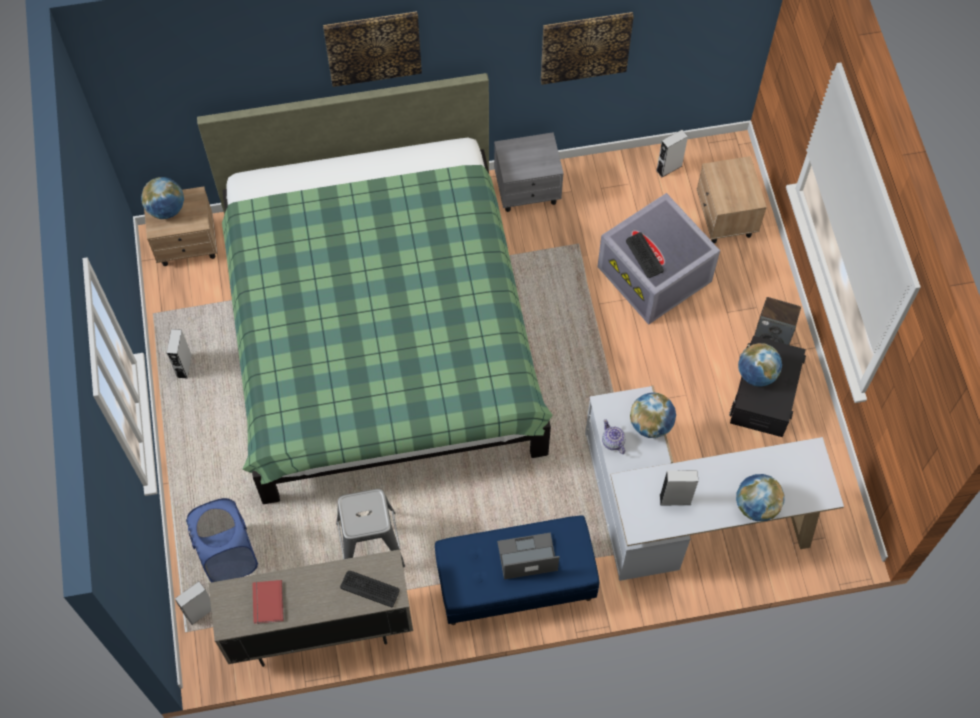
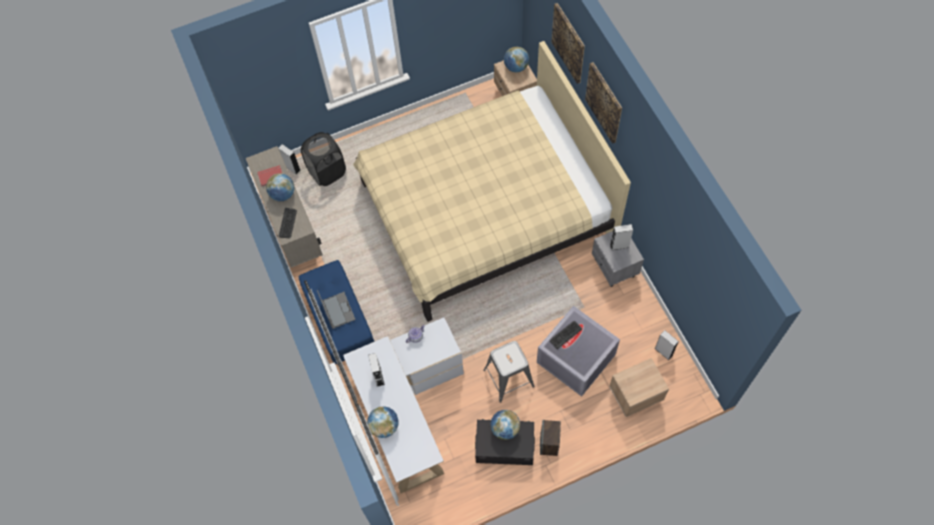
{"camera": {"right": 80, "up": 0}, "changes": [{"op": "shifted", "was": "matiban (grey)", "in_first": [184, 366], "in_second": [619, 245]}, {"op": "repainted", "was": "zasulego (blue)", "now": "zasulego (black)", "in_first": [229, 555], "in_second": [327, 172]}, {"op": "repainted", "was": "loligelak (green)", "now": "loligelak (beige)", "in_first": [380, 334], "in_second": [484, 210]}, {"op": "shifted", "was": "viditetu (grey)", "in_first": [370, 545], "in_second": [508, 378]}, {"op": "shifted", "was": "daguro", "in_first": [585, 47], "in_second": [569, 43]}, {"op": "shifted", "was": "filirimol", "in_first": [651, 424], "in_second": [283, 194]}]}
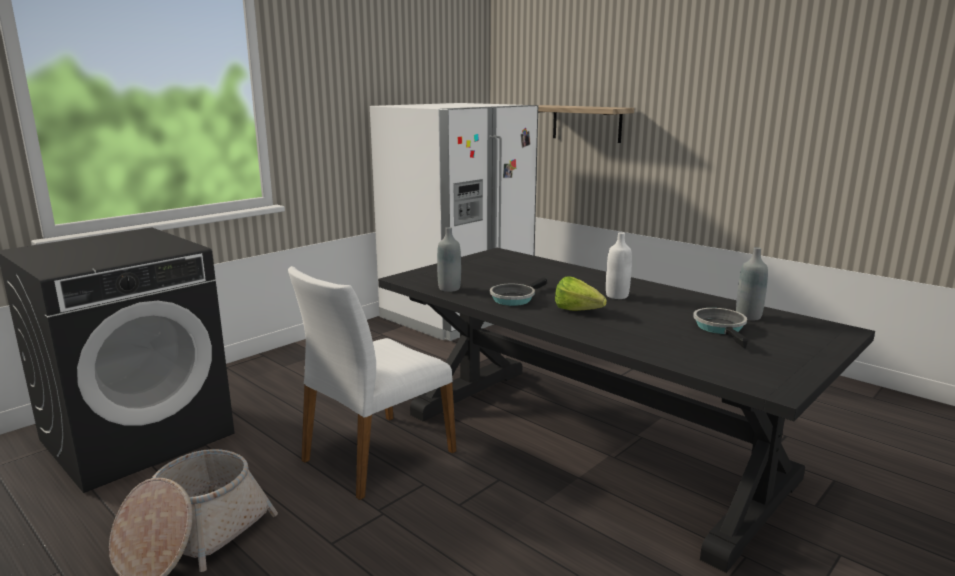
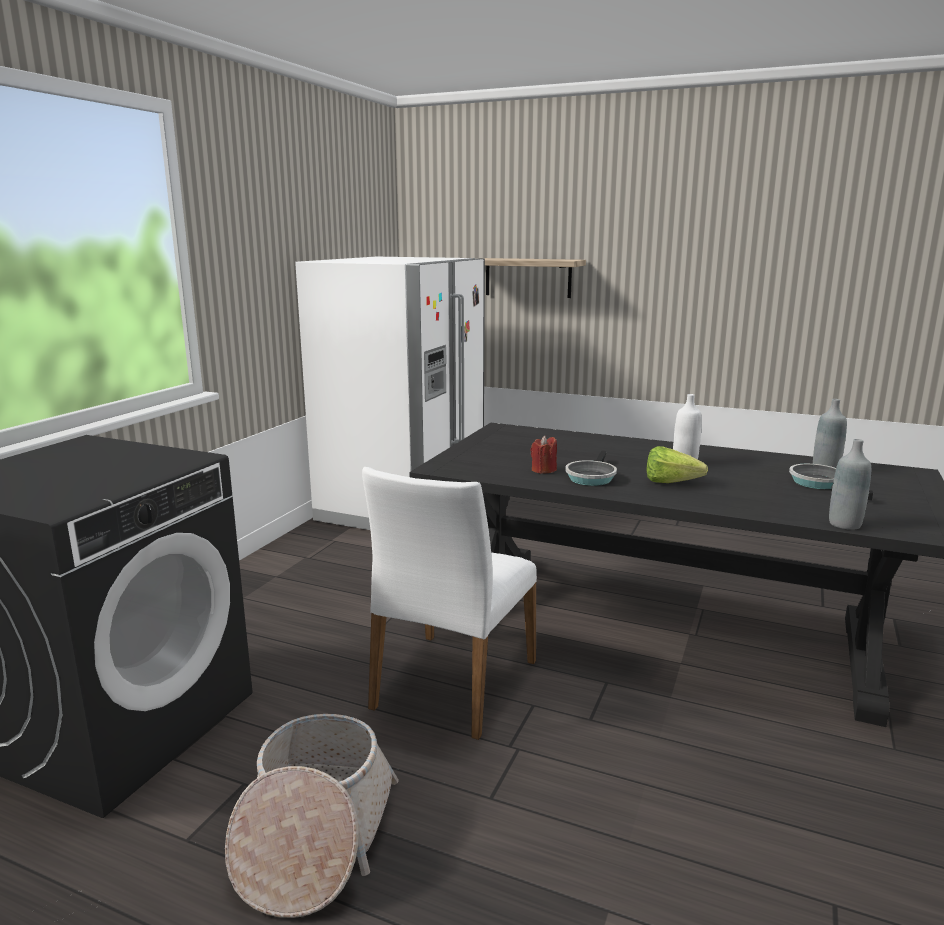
{"camera": {"right": -20, "up": 0}, "changes": [{"op": "shifted", "was": "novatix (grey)", "in_first": [449, 288], "in_second": [844, 524]}, {"op": "new", "now": "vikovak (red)", "in_second": [543, 470]}]}
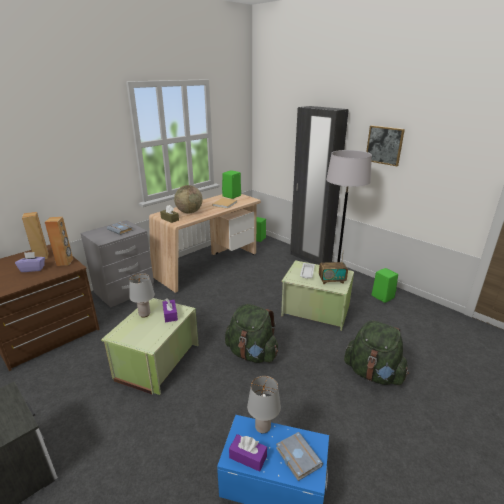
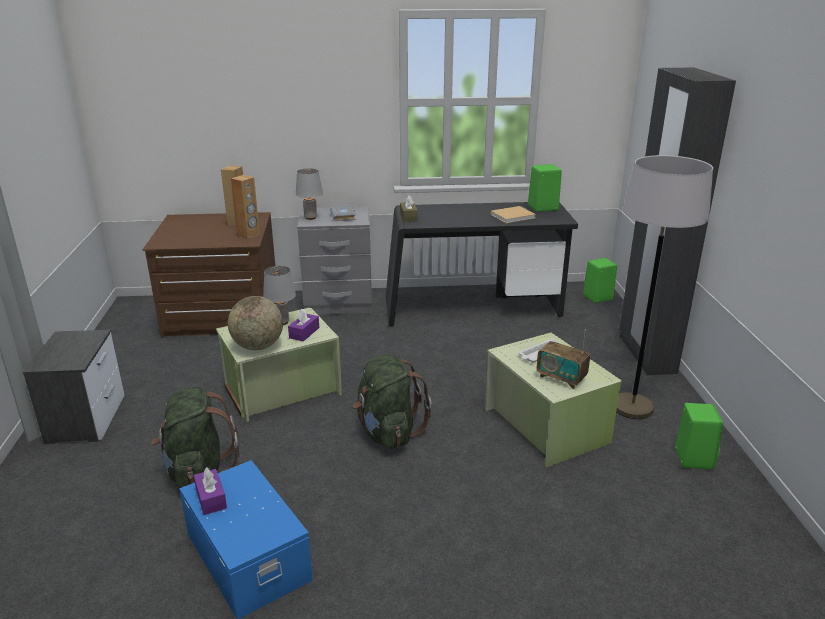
{"camera": {"right": 40, "up": 0}, "changes": [{"op": "gone", "was": "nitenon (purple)", "in_first": [33, 269]}, {"op": "repainted", "was": "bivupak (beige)", "now": "bivupak (black)", "in_first": [208, 265], "in_second": [473, 309]}, {"op": "shifted", "was": "filirimol", "in_first": [189, 212], "in_second": [258, 346]}, {"op": "shifted", "was": "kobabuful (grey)", "in_first": [263, 427], "in_second": [311, 217]}, {"op": "gone", "was": "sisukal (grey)", "in_first": [296, 457]}, {"op": "shifted", "was": "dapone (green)", "in_first": [373, 373], "in_second": [198, 470]}, {"op": "gone", "was": "daguro", "in_first": [384, 145]}]}
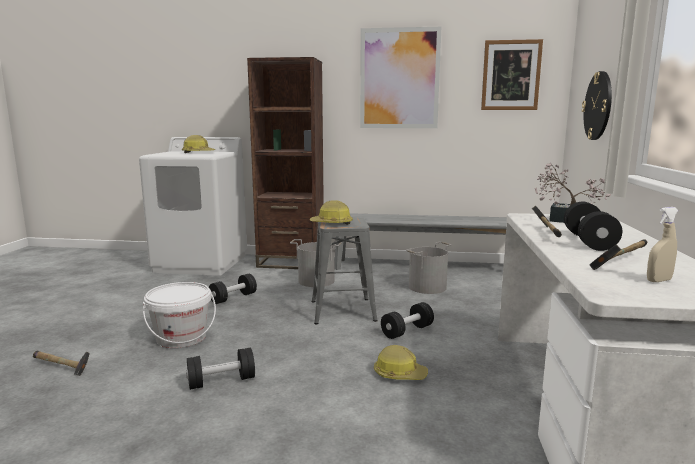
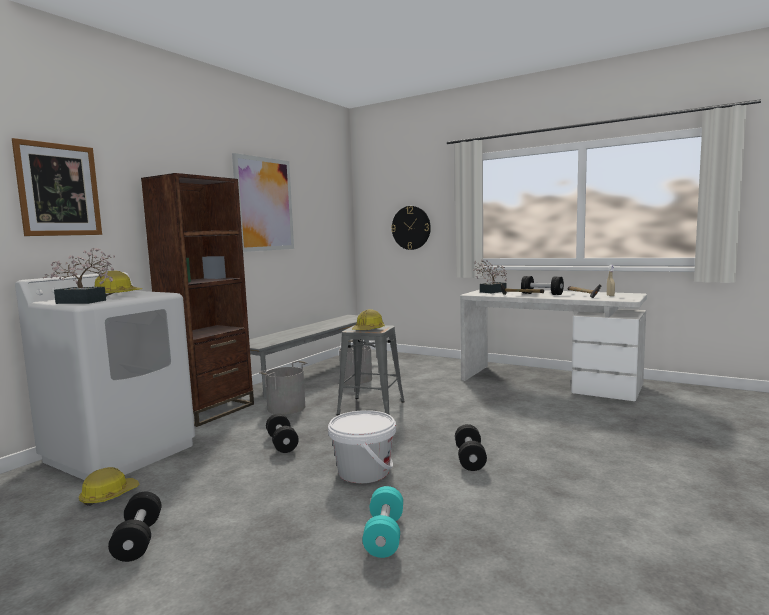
{"camera": {"right": -65, "up": -5}, "changes": [{"op": "swapped", "was": "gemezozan", "now": "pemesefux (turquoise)", "in_first": [61, 368], "in_second": [384, 535]}, {"op": "shifted", "was": "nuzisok", "in_first": [399, 374], "in_second": [109, 495]}, {"op": "shifted", "was": "pemesefux (black)", "in_first": [407, 331], "in_second": [138, 540]}, {"op": "shifted", "was": "daguro", "in_first": [511, 75], "in_second": [59, 190]}, {"op": "new", "now": "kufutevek", "in_second": [85, 302]}]}
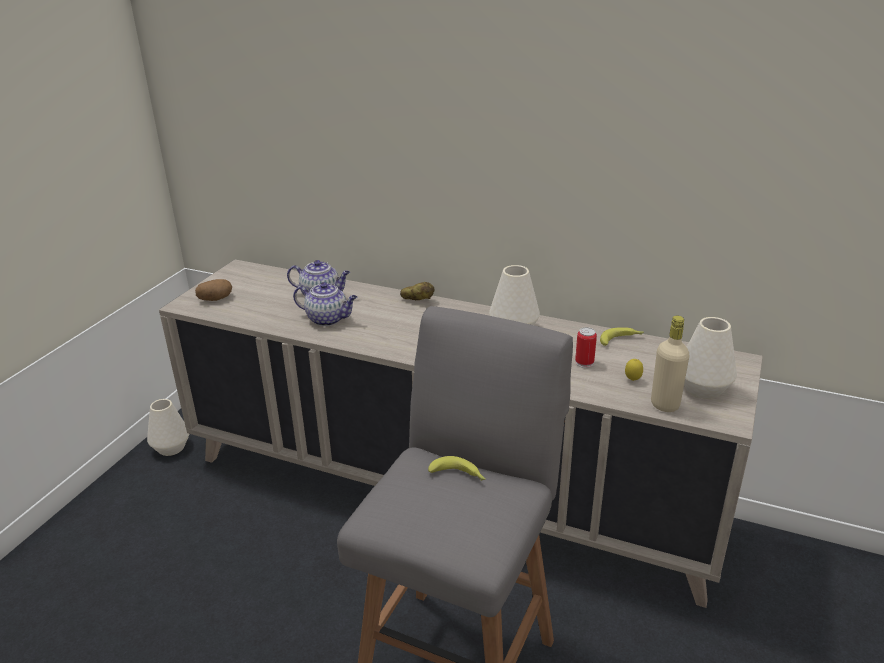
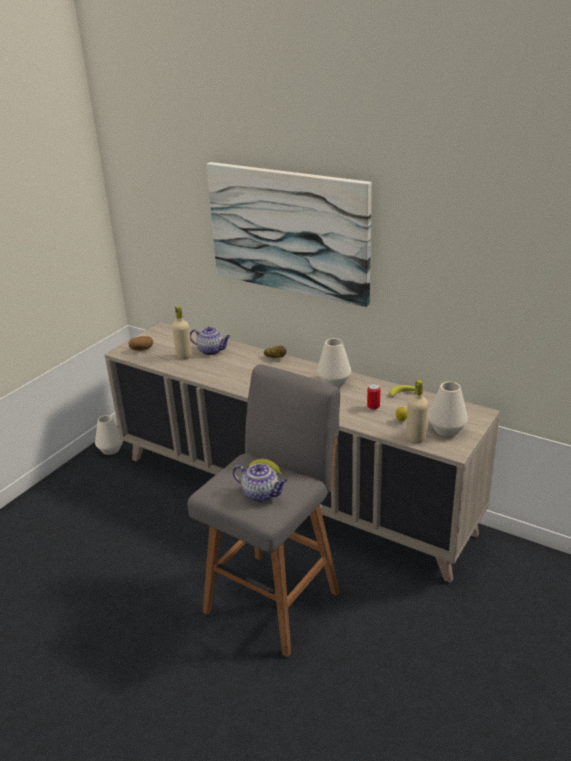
{"camera": {"right": 10, "up": 0}, "changes": [{"op": "shifted", "was": "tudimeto", "in_first": [328, 319], "in_second": [262, 494]}, {"op": "new", "now": "novatix (beige)", "in_second": [184, 356]}, {"op": "new", "now": "daguro", "in_second": [288, 231]}]}
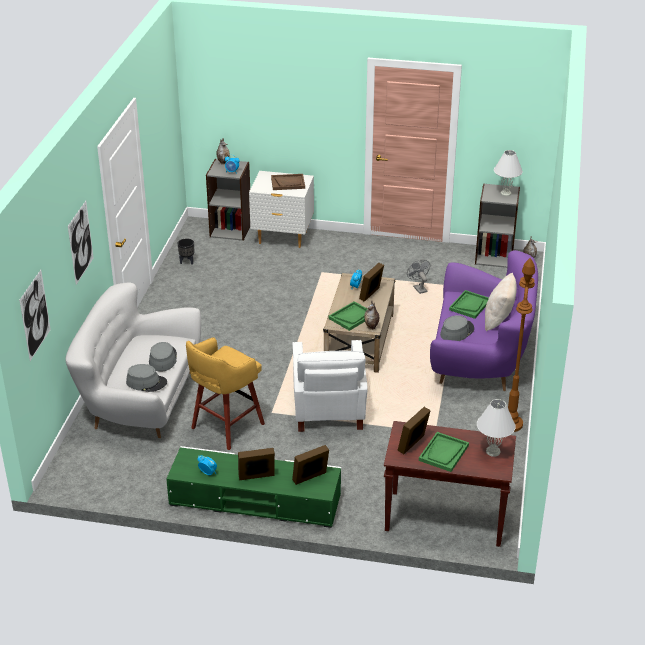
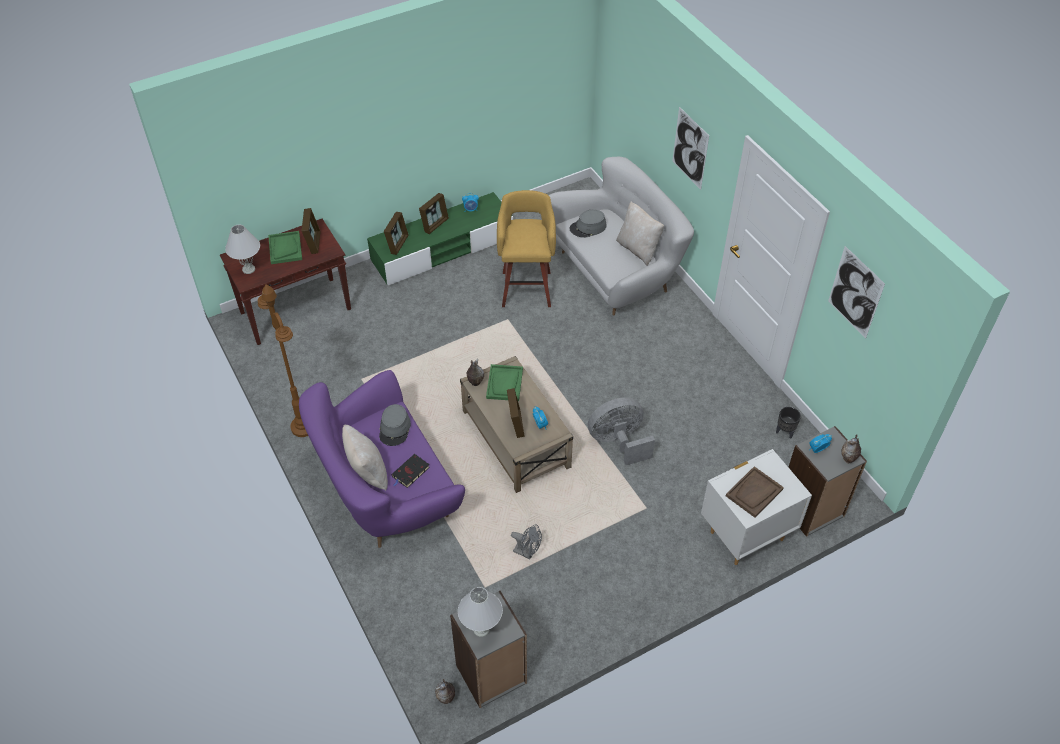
{"camera": {"right": 140, "up": 15}, "changes": [{"op": "shifted", "was": "daguro", "in_first": [35, 315], "in_second": [855, 292]}, {"op": "gone", "was": "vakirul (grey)", "in_first": [162, 359]}, {"op": "gone", "was": "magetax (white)", "in_first": [328, 411]}, {"op": "swapped", "was": "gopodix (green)", "now": "sisukal (black)", "in_first": [469, 305], "in_second": [410, 473]}, {"op": "new", "now": "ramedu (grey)", "in_second": [618, 442]}, {"op": "new", "now": "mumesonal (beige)", "in_second": [638, 249]}]}
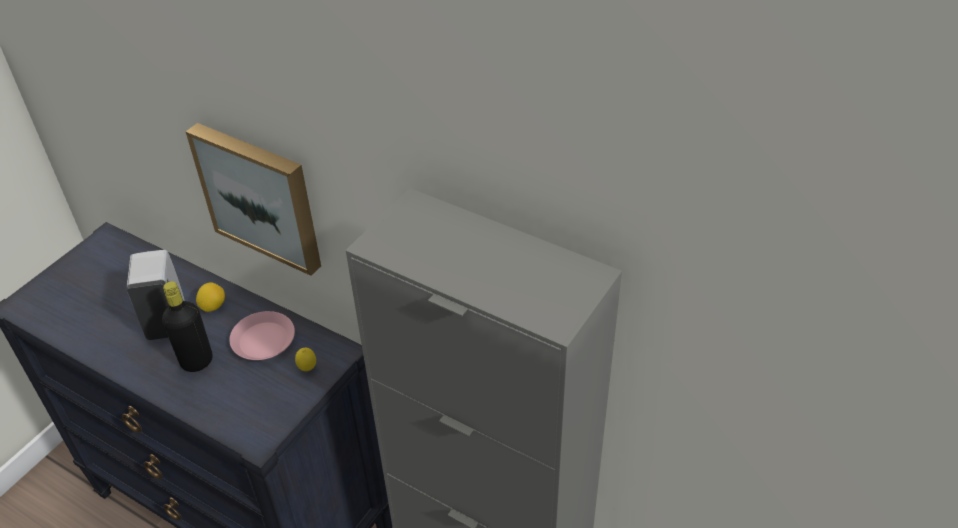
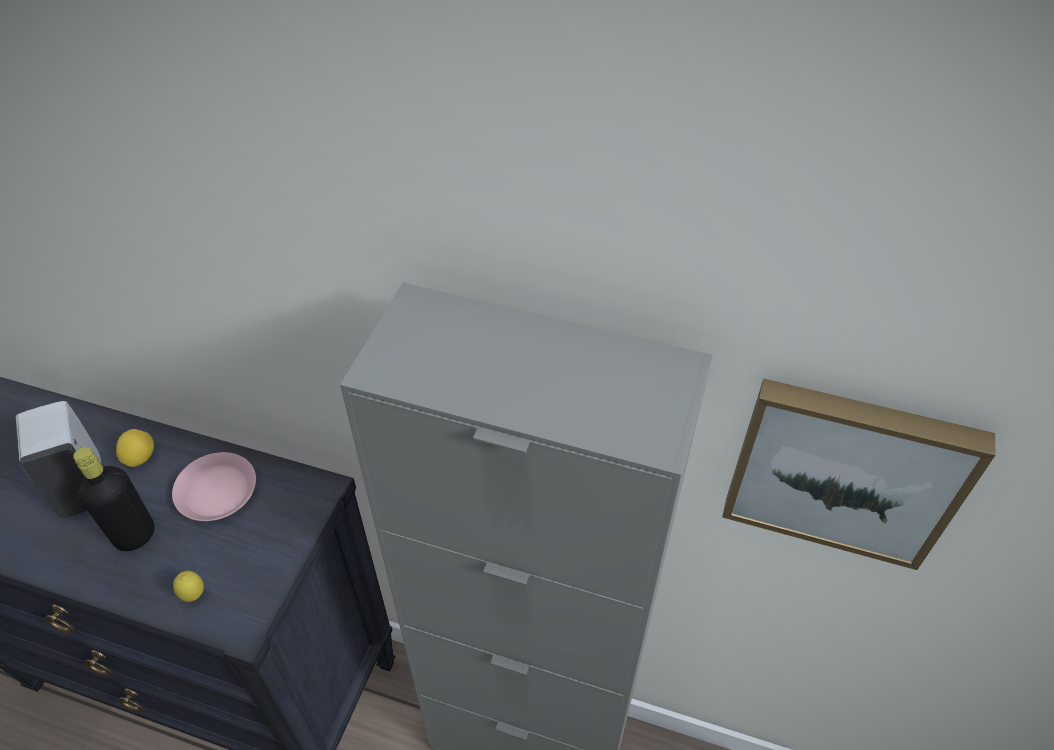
{"camera": {"right": -15, "up": 5}, "changes": [{"op": "shifted", "was": "daguro", "in_first": [260, 196], "in_second": [845, 469]}, {"op": "shifted", "was": "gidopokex", "in_first": [307, 369], "in_second": [194, 595]}]}
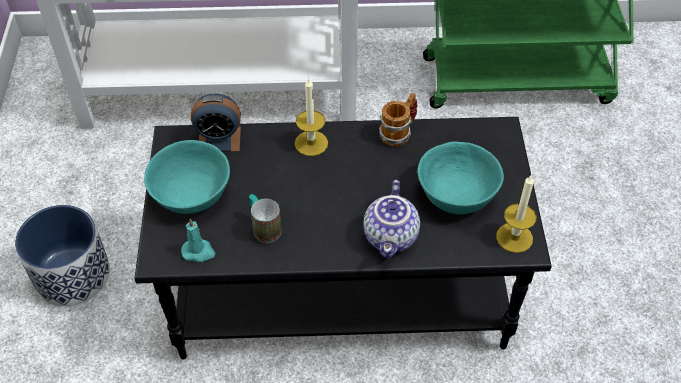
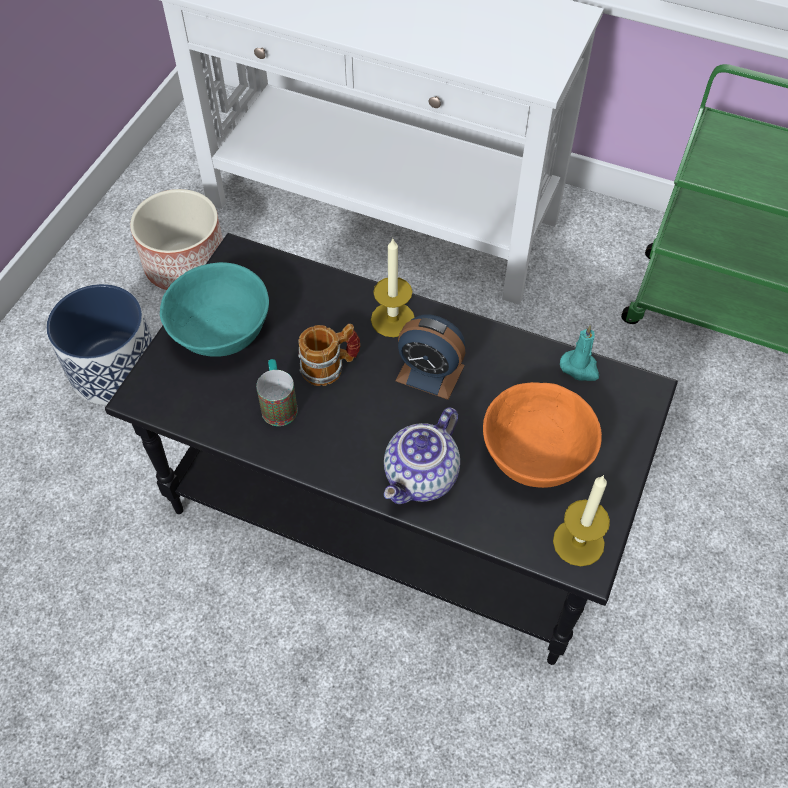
{"camera": {"right": 25, "up": 5}, "changes": [{"op": "shifted", "was": "vikovak (turquoise)", "in_first": [199, 252], "in_second": [580, 367]}, {"op": "shifted", "was": "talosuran", "in_first": [219, 139], "in_second": [430, 373]}, {"op": "shifted", "was": "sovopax", "in_first": [399, 132], "in_second": [330, 367]}, {"op": "repainted", "was": "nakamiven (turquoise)", "now": "nakamiven (orange)", "in_first": [456, 194], "in_second": [535, 453]}, {"op": "new", "now": "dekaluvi", "in_second": [185, 263]}]}
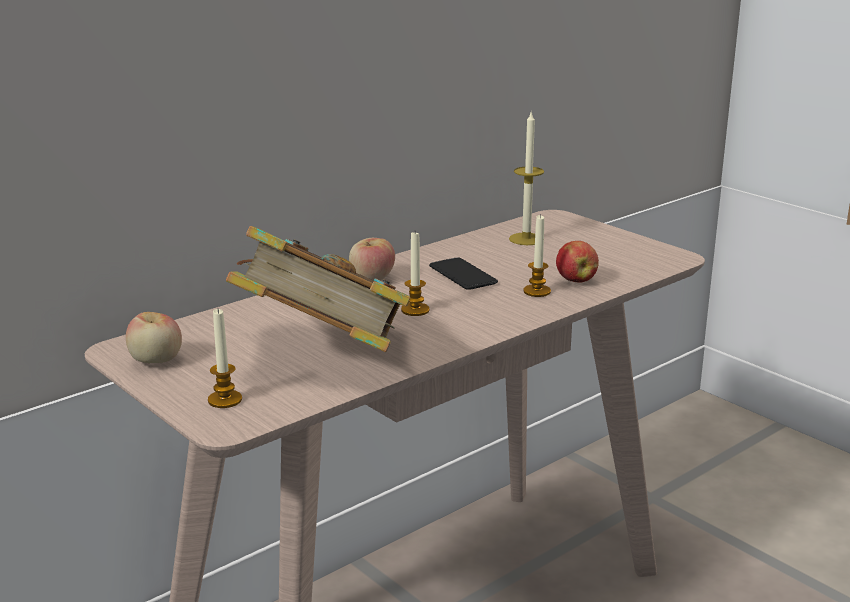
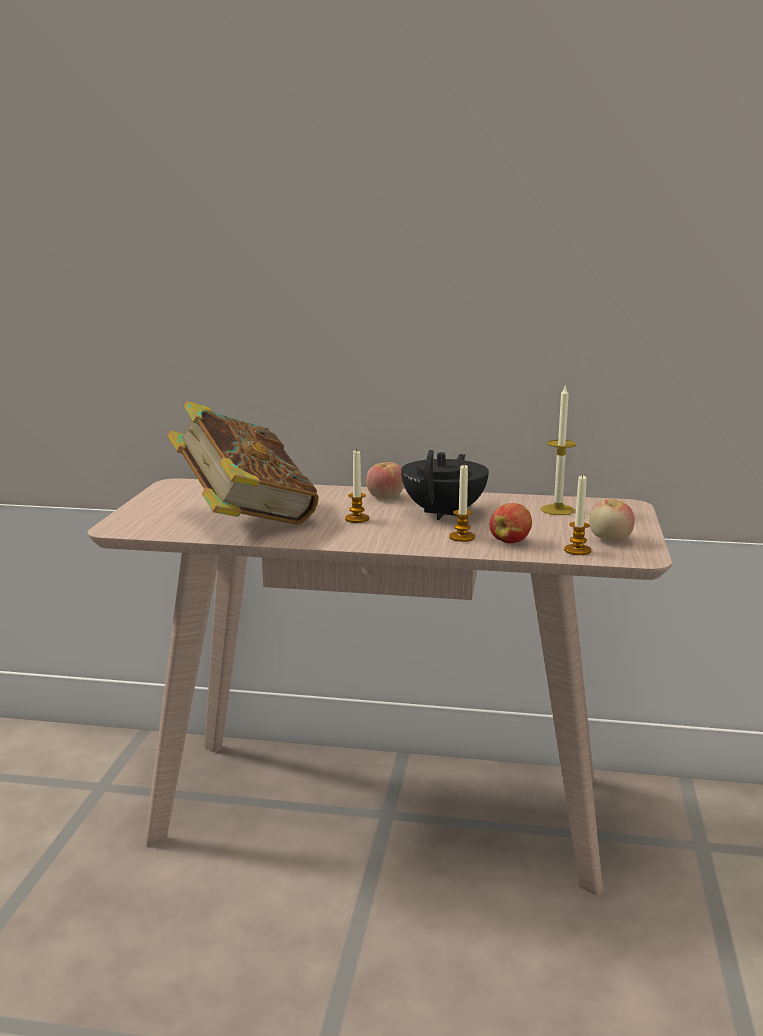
{"camera": {"right": 50, "up": -5}, "changes": [{"op": "shifted", "was": "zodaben", "in_first": [156, 361], "in_second": [610, 540]}, {"op": "shifted", "was": "vikovak", "in_first": [225, 400], "in_second": [577, 550]}, {"op": "swapped", "was": "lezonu", "now": "tudimeto (black)", "in_first": [462, 275], "in_second": [445, 513]}]}
